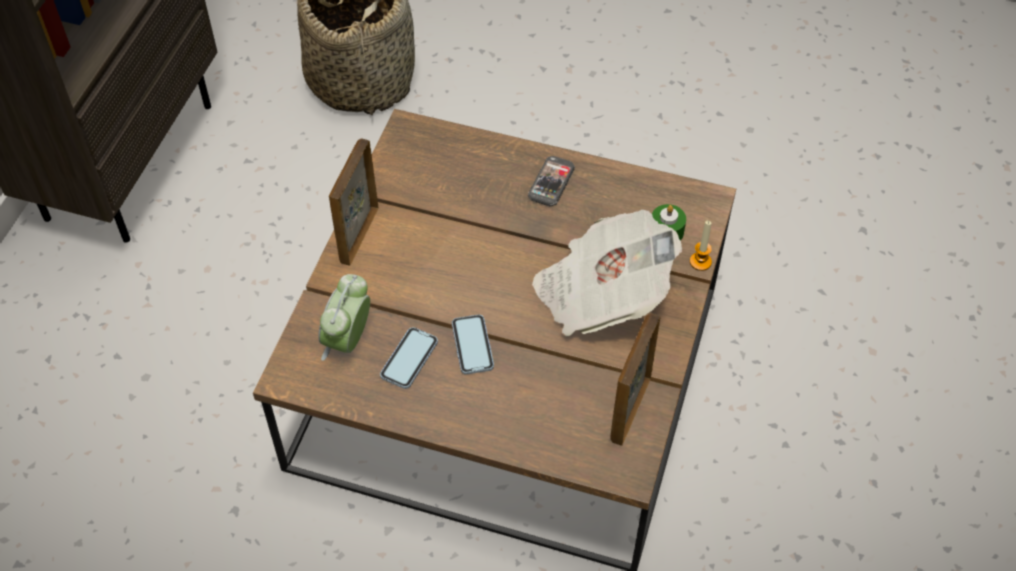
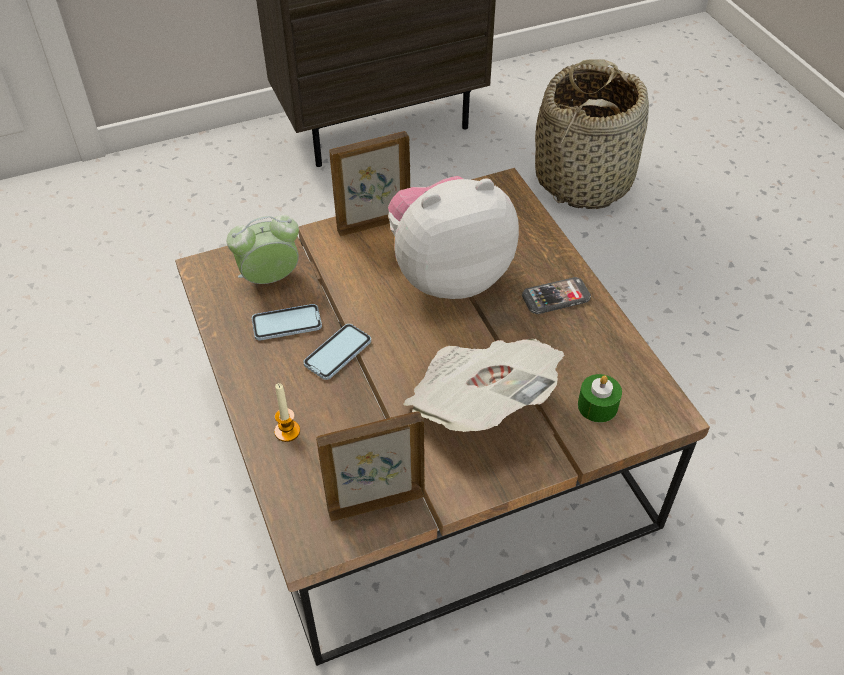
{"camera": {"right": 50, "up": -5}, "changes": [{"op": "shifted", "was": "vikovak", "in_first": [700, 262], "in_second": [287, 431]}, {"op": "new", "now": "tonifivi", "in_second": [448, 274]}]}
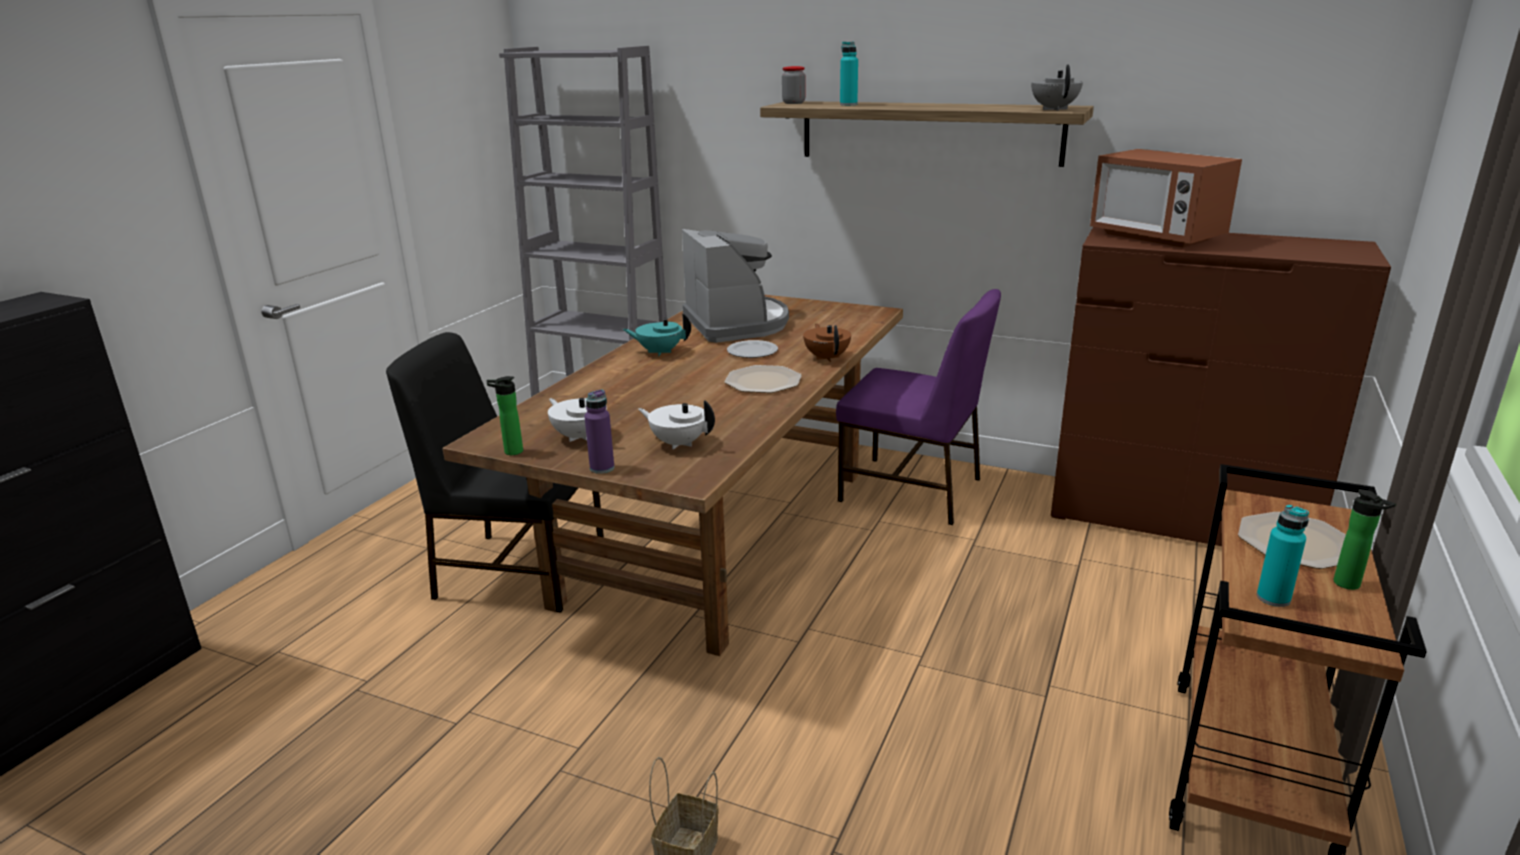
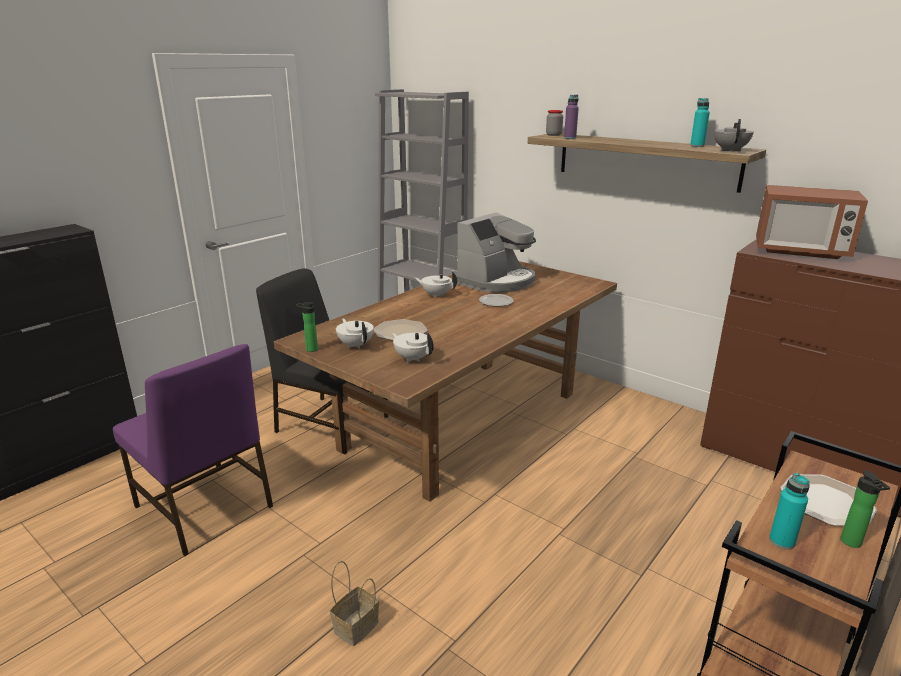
{"camera": {"right": 15, "up": 0}, "changes": [{"op": "shifted", "was": "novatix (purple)", "in_first": [602, 468], "in_second": [570, 138]}, {"op": "repainted", "was": "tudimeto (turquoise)", "now": "tudimeto (white)", "in_first": [659, 352], "in_second": [436, 295]}, {"op": "rotated", "was": "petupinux", "in_first": [737, 324], "in_second": [497, 281], "clockwise": 45}, {"op": "shifted", "was": "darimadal", "in_first": [762, 381], "in_second": [399, 331]}, {"op": "gone", "was": "tudimeto (brown)", "in_first": [827, 358]}, {"op": "shifted", "was": "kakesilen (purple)", "in_first": [913, 491], "in_second": [204, 508]}, {"op": "shifted", "was": "novatix (turquoise)", "in_first": [848, 104], "in_second": [697, 146]}, {"op": "rotated", "was": "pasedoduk", "in_first": [1156, 237], "in_second": [800, 251], "clockwise": -45}]}
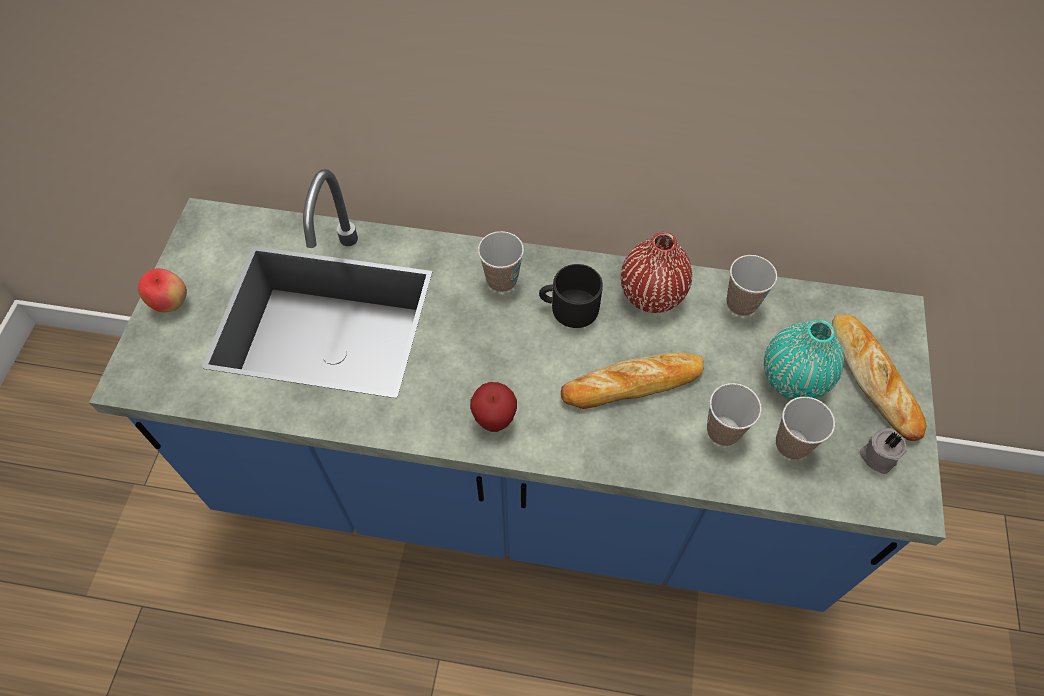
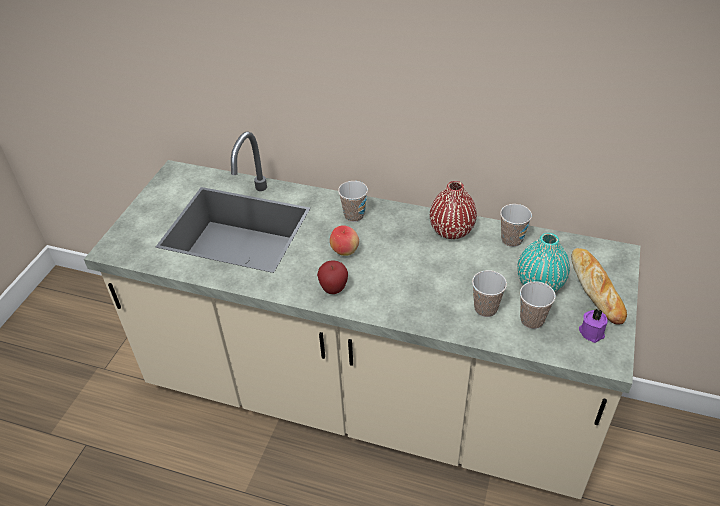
{"camera": {"right": 10, "up": -15}, "changes": [{"op": "repainted", "was": "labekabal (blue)", "now": "labekabal (beige)", "in_first": [522, 491], "in_second": [366, 400]}, {"op": "shifted", "was": "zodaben", "in_first": [171, 304], "in_second": [345, 252]}, {"op": "gone", "was": "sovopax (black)", "in_first": [568, 307]}, {"op": "gone", "was": "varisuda", "in_first": [633, 384]}, {"op": "repainted", "was": "vikovak (grey)", "now": "vikovak (purple)", "in_first": [878, 455], "in_second": [592, 331]}]}
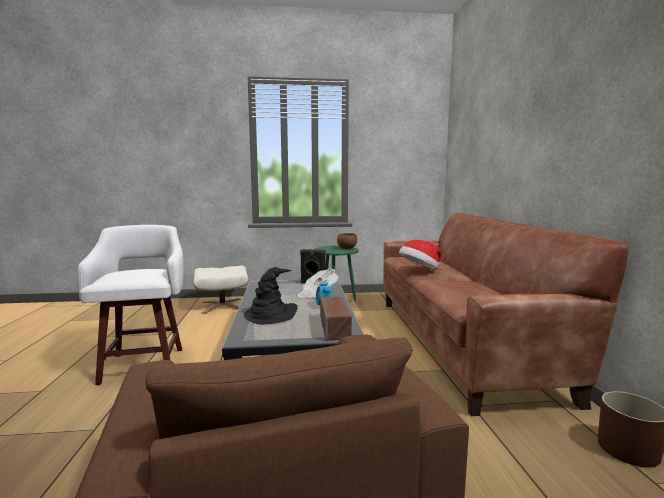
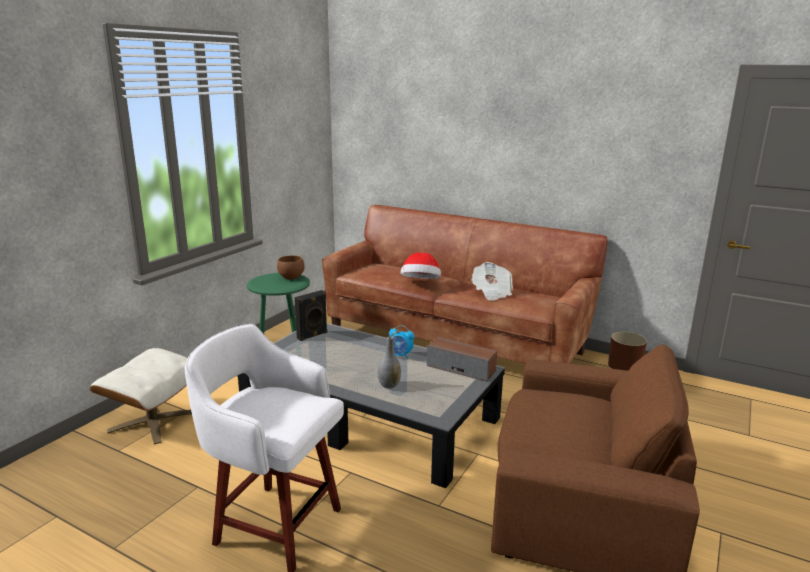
{"camera": {"right": -55, "up": 10}, "changes": [{"op": "swapped", "was": "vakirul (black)", "now": "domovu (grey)", "in_first": [271, 314], "in_second": [389, 385]}, {"op": "shifted", "was": "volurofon", "in_first": [317, 294], "in_second": [491, 292]}]}
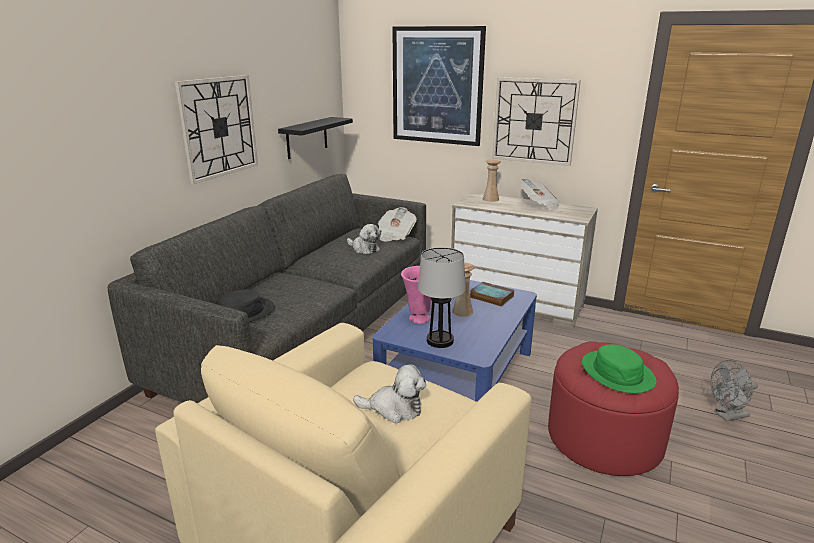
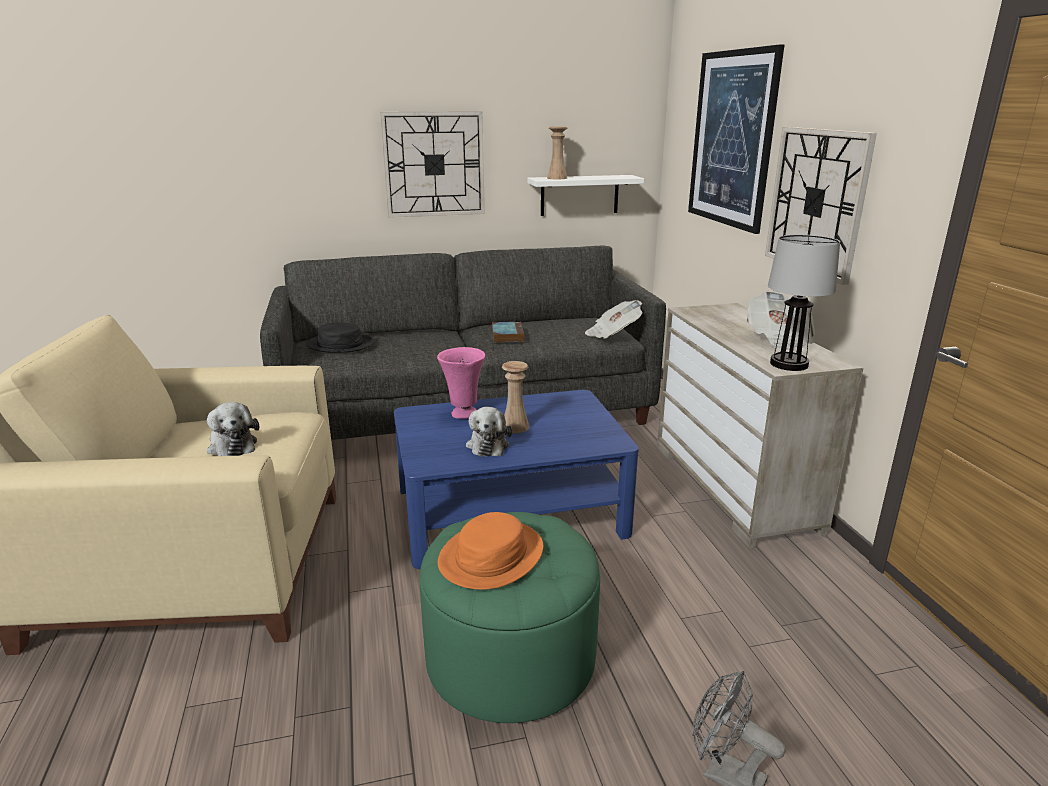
{"camera": {"right": 50, "up": 0}, "changes": [{"op": "repainted", "was": "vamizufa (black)", "now": "vamizufa (white)", "in_first": [307, 137], "in_second": [579, 195]}, {"op": "shifted", "was": "tonifivi", "in_first": [364, 249], "in_second": [488, 444]}, {"op": "shifted", "was": "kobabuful", "in_first": [440, 341], "in_second": [788, 364]}, {"op": "shifted", "was": "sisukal", "in_first": [490, 297], "in_second": [507, 335]}, {"op": "shifted", "was": "domovu (beige)", "in_first": [490, 199], "in_second": [557, 178]}, {"op": "repainted", "was": "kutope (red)", "now": "kutope (green)", "in_first": [604, 438], "in_second": [510, 658]}, {"op": "repainted", "was": "vakirul (green)", "now": "vakirul (orange)", "in_first": [617, 373], "in_second": [491, 556]}]}
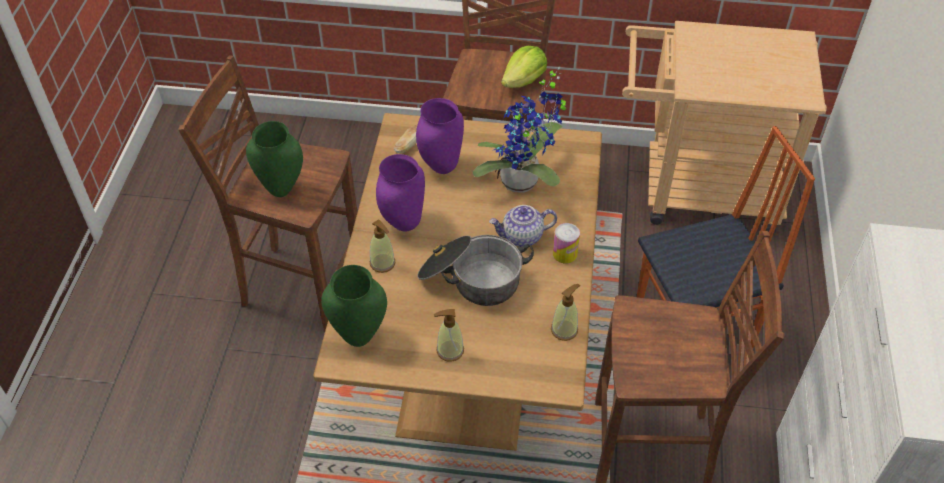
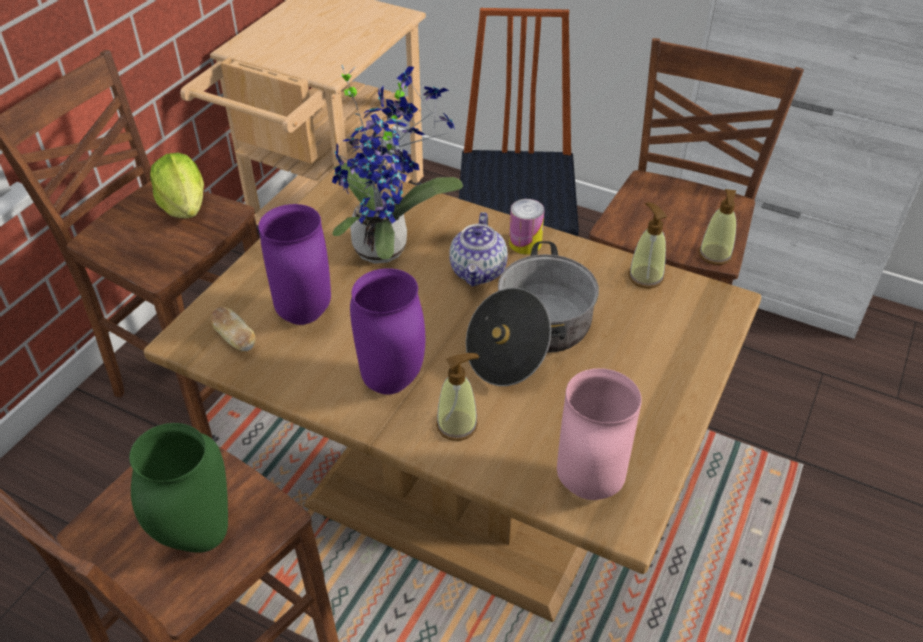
{"camera": {"right": -70, "up": -5}, "changes": [{"op": "repainted", "was": "domovu (green)", "now": "domovu (pink)", "in_first": [359, 337], "in_second": [590, 488]}, {"op": "shifted", "was": "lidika", "in_first": [449, 350], "in_second": [715, 255]}]}
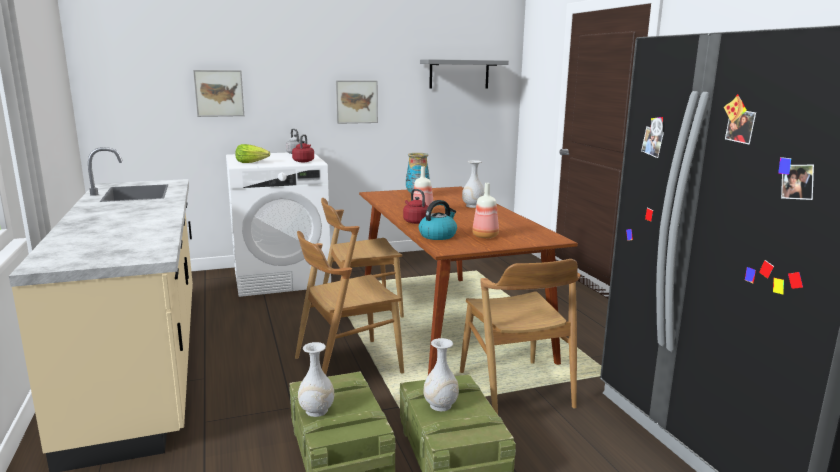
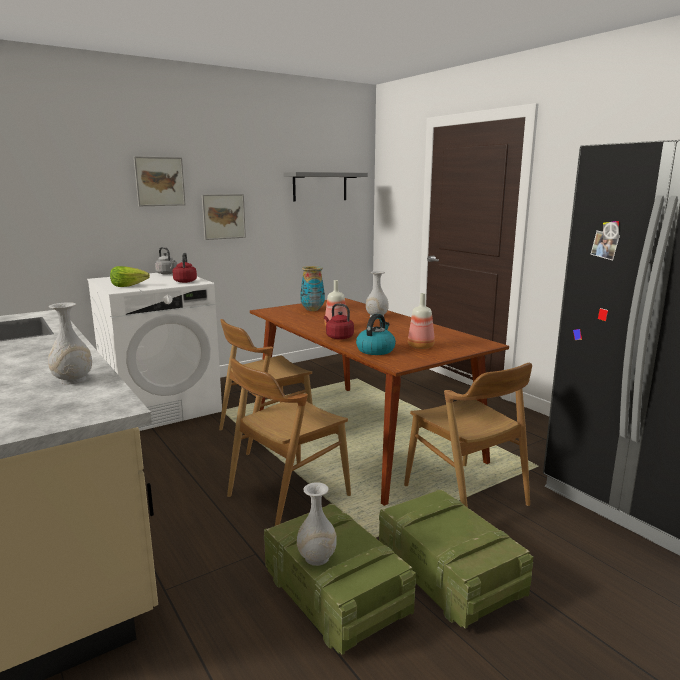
{"camera": {"right": -15, "up": 0}, "changes": [{"op": "shifted", "was": "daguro", "in_first": [219, 93], "in_second": [160, 181]}, {"op": "shifted", "was": "domovu (white)", "in_first": [440, 405], "in_second": [73, 380]}]}
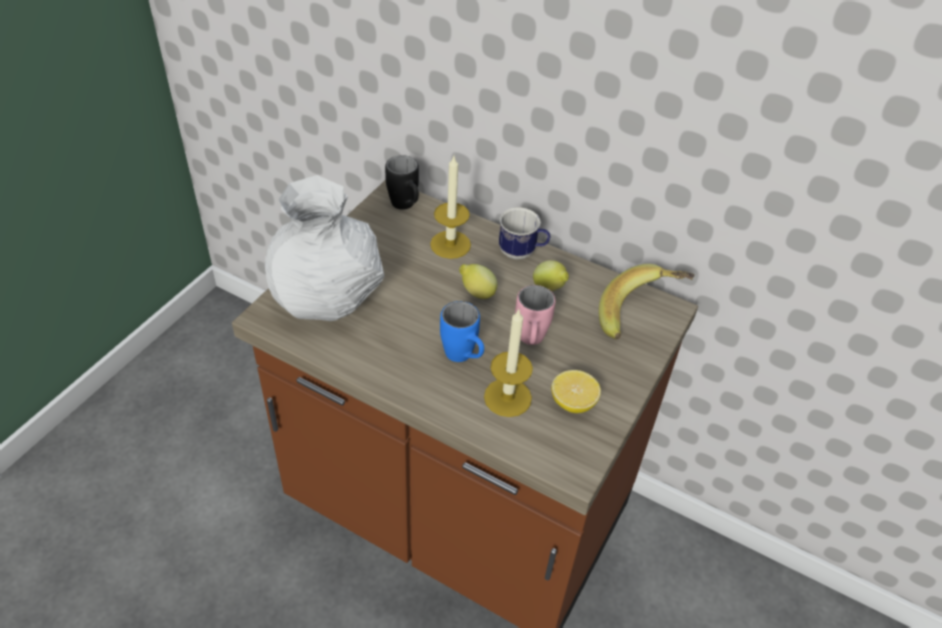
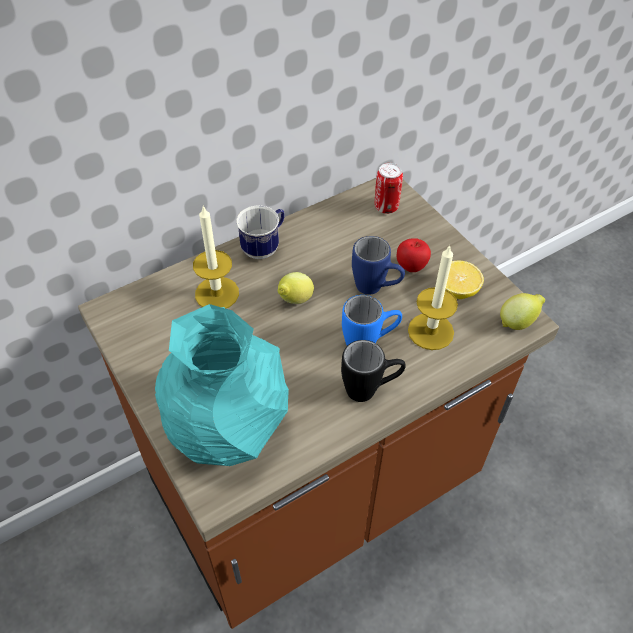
{"camera": {"right": -60, "up": 5}, "changes": [{"op": "repainted", "was": "domovu (white)", "now": "domovu (turquoise)", "in_first": [329, 299], "in_second": [227, 423]}, {"op": "shifted", "was": "sovopax (black)", "in_first": [406, 207], "in_second": [370, 390]}, {"op": "repainted", "was": "sovopax (pink)", "now": "sovopax (blue)", "in_first": [530, 342], "in_second": [376, 289]}, {"op": "shifted", "was": "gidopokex", "in_first": [549, 289], "in_second": [518, 322]}, {"op": "swapped", "was": "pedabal", "now": "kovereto", "in_first": [640, 316], "in_second": [386, 207]}, {"op": "new", "now": "zodaben", "in_second": [411, 267]}]}
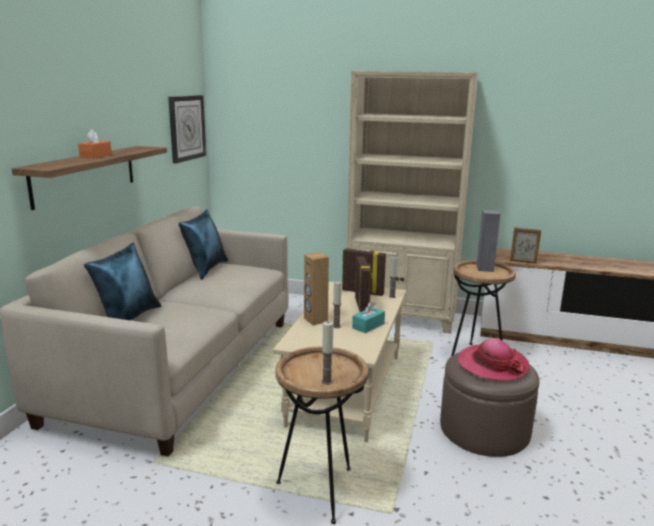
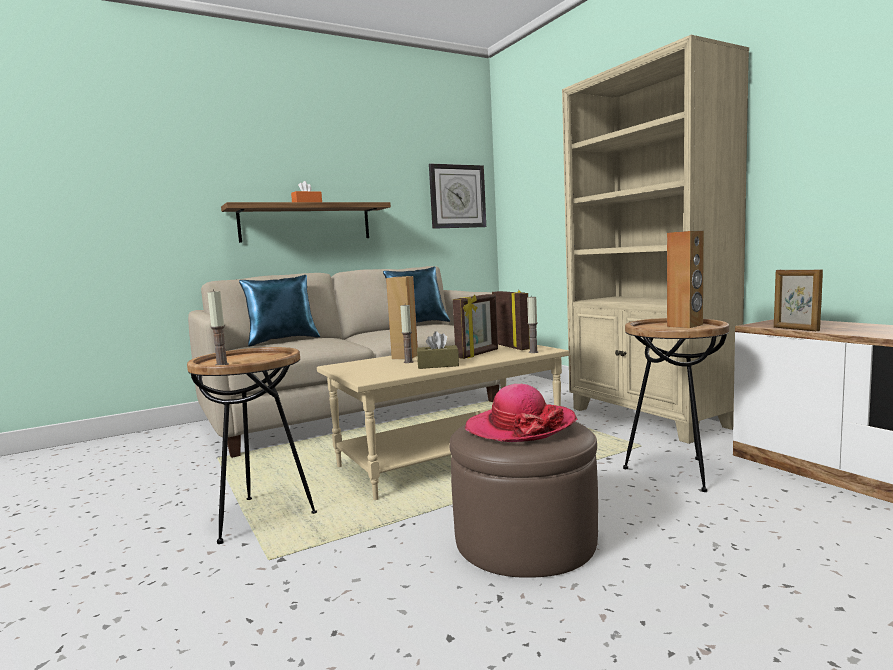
{"camera": {"right": 45, "up": -10}, "changes": [{"op": "repainted", "was": "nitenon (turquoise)", "now": "nitenon (brown)", "in_first": [368, 326], "in_second": [438, 365]}, {"op": "repainted", "was": "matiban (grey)", "now": "matiban (brown)", "in_first": [485, 268], "in_second": [685, 325]}]}
